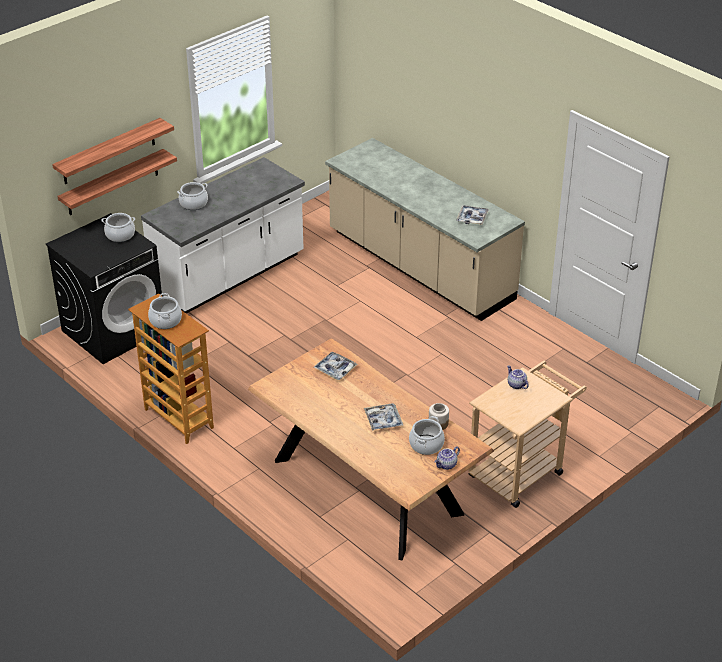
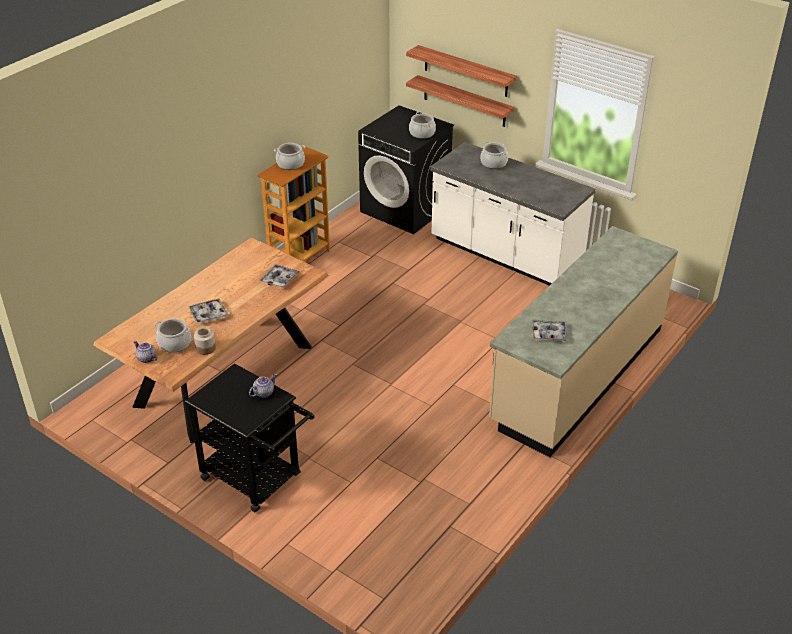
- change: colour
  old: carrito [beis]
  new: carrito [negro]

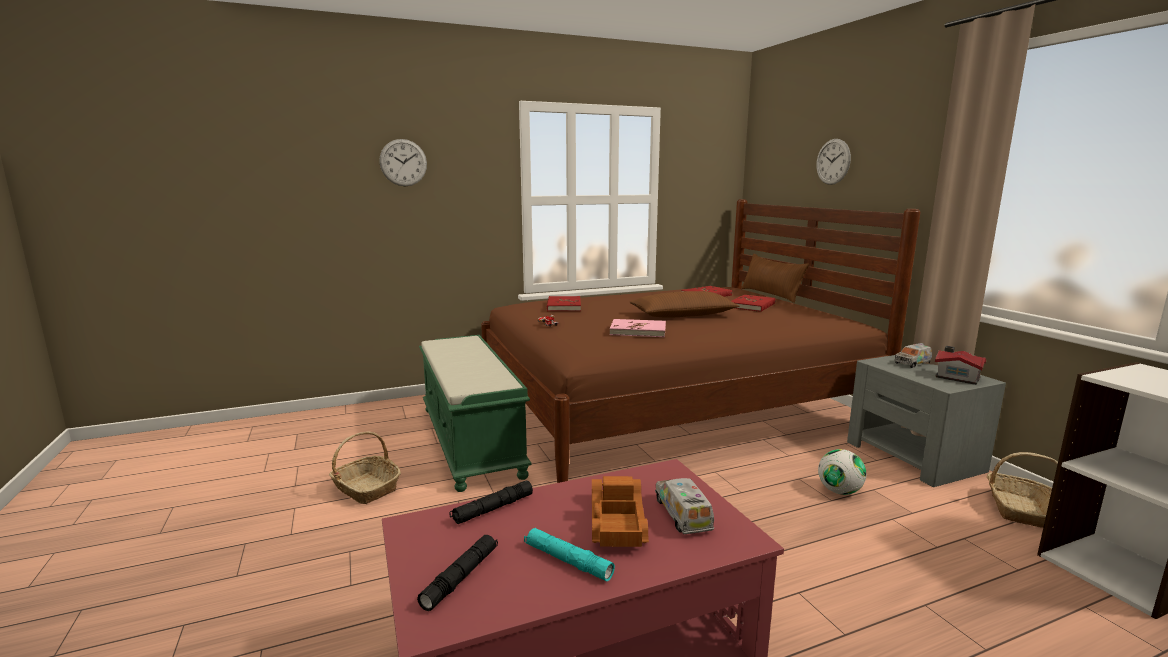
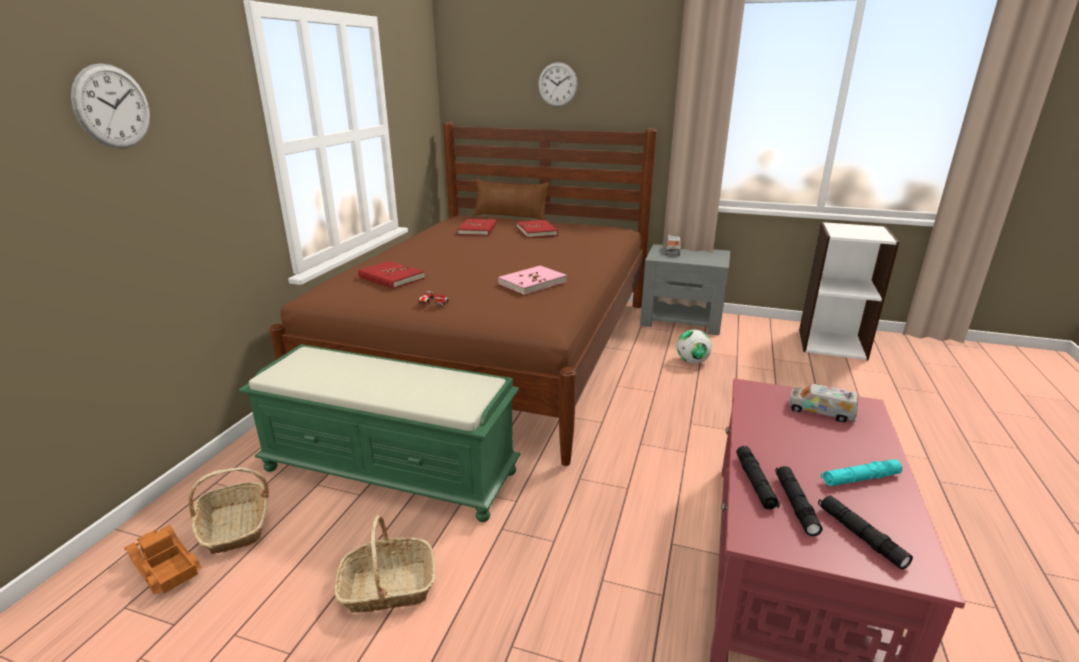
- change: relocated
  old: camión de juguete (no. 1 from left)
- change: missing
  old: cojín [marrón] (no. 1 from left)
- change: missing
  old: casita
- change: relocated
  old: cesta (no. 2 from left in the first image)
  new: cesta (no. 1 from left)
- change: appeared
  new: linterna [negro] (no. 2 from left)

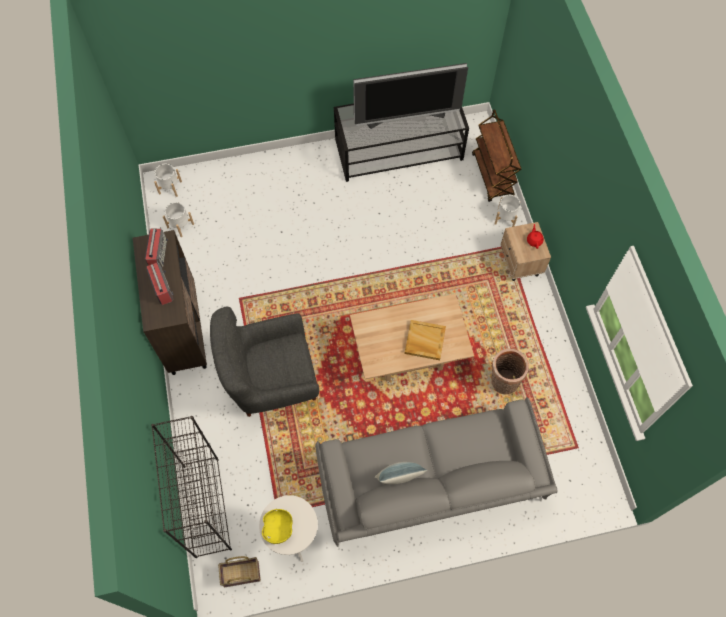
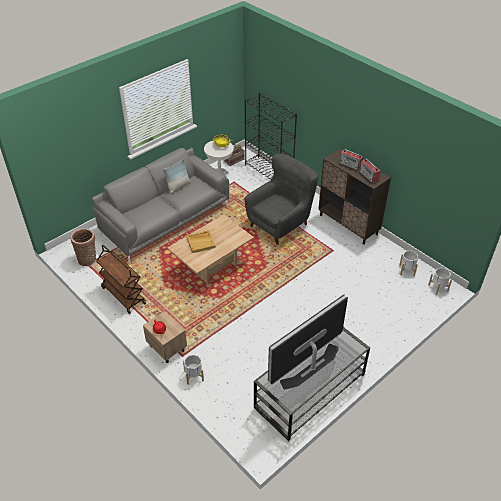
- change: relocated
  old: carrito [marrón]
- change: relocated
  old: cesta (no. 2 from left in the first image)
  new: cesta (no. 1 from left)

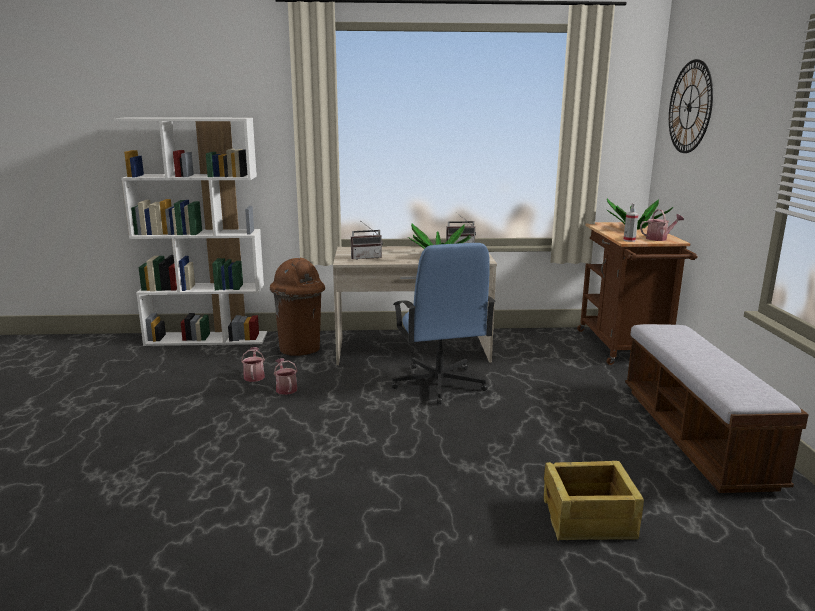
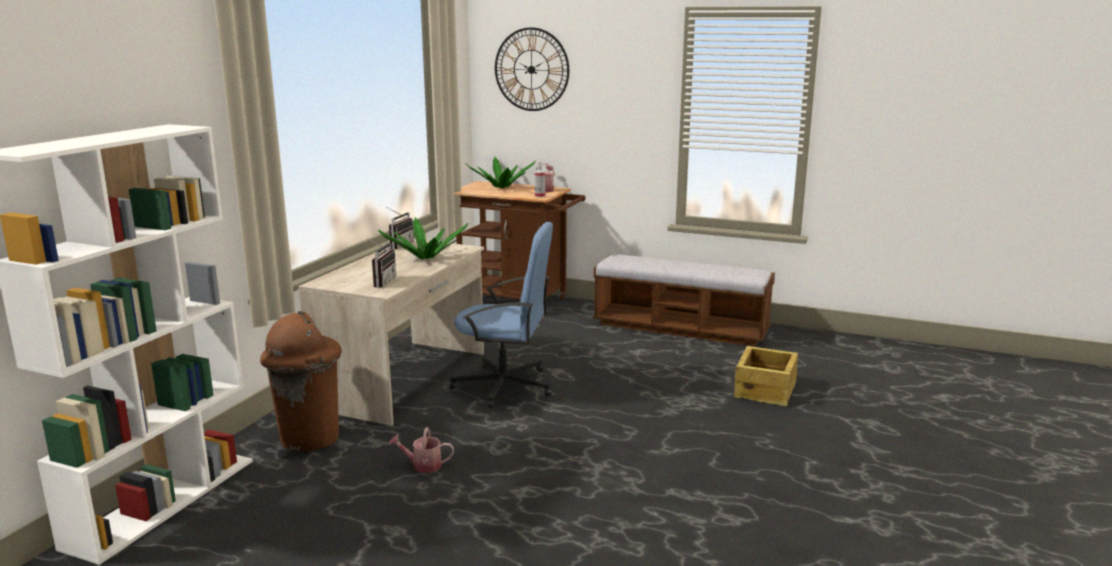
- change: missing
  old: regadera (no. 1 from left)

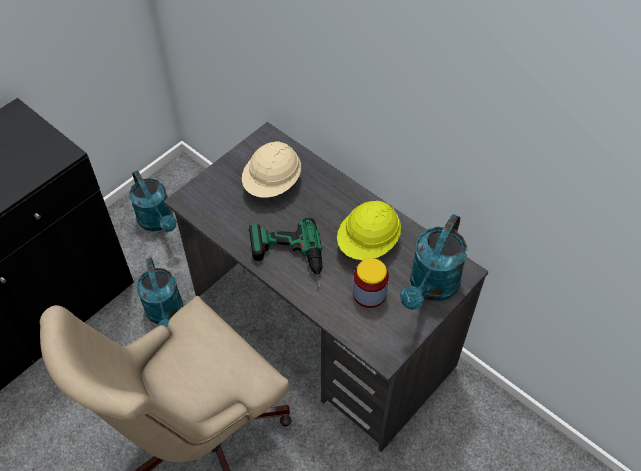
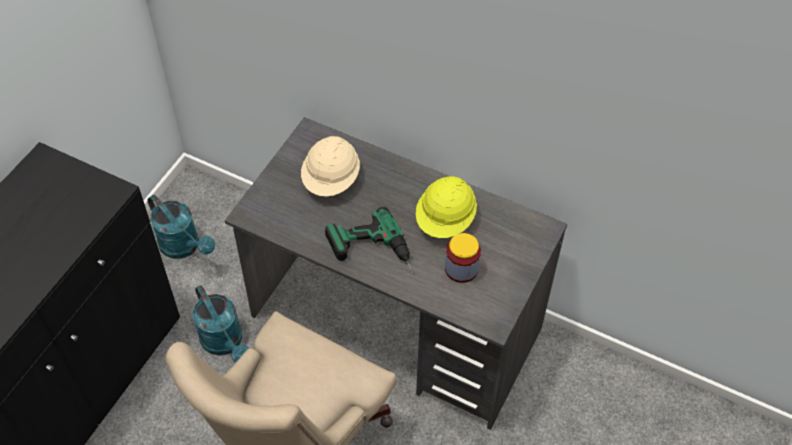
- change: missing
  old: regadera [turquesa] (no. 3 from left)

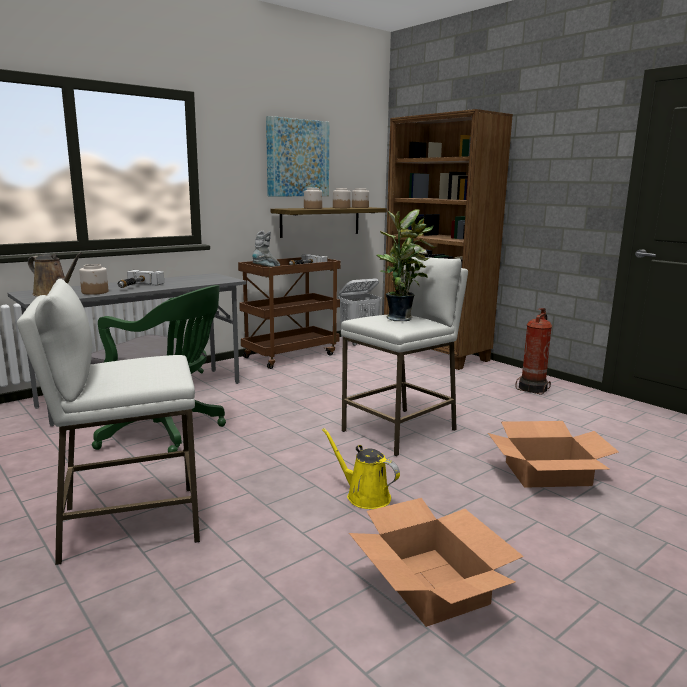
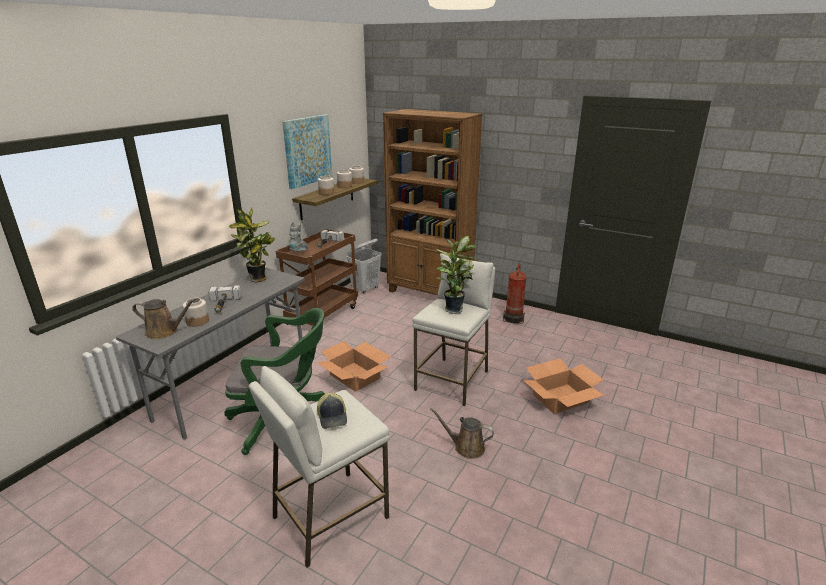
- change: colour
  old: regadera [amarillo]
  new: regadera [marrón] (no. 2 from left)
- change: relocated
  old: caja de cartón (no. 1 from left)
- change: appeared
  new: planta en maceta (no. 1 from left)
- change: appeared
  new: gorra

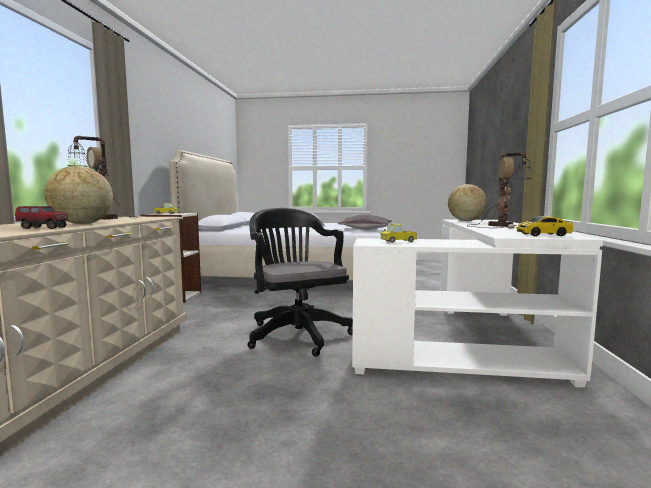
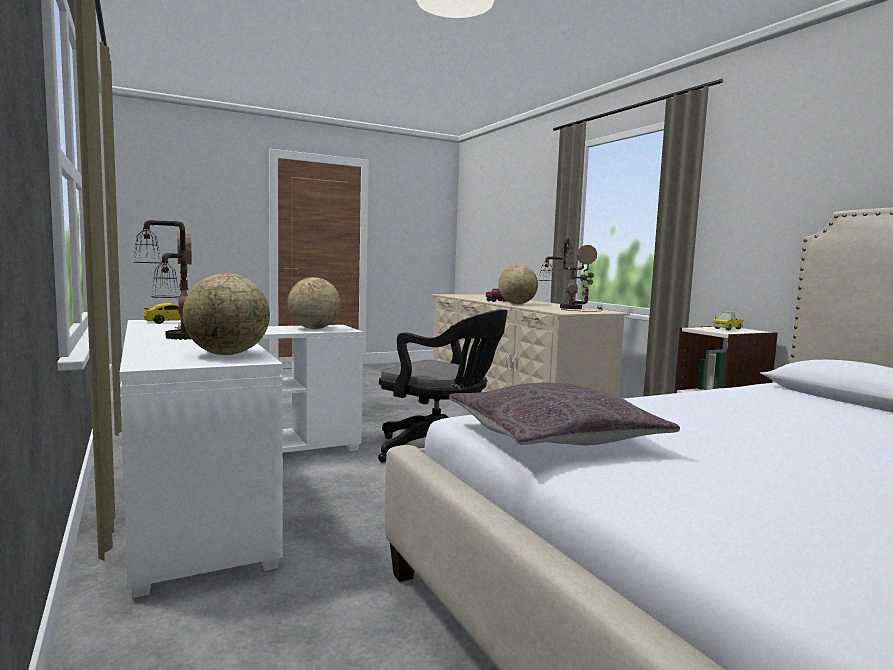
- change: exchanged
  old: camión de juguete (no. 3 from left)
  new: globo terráqueo (no. 2 from left)

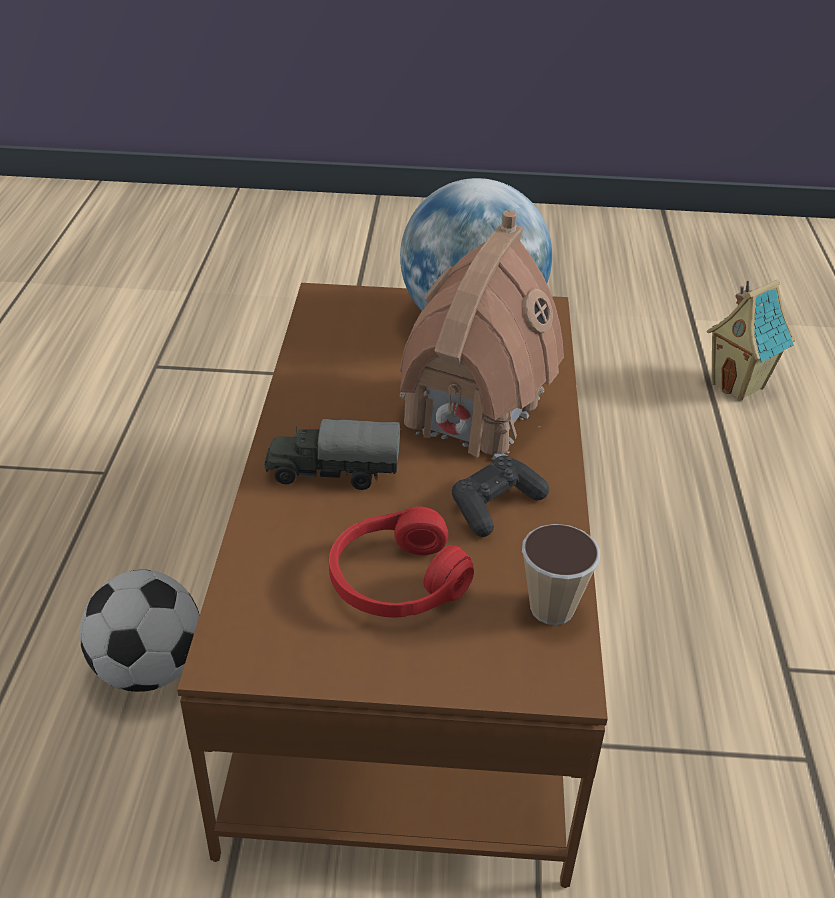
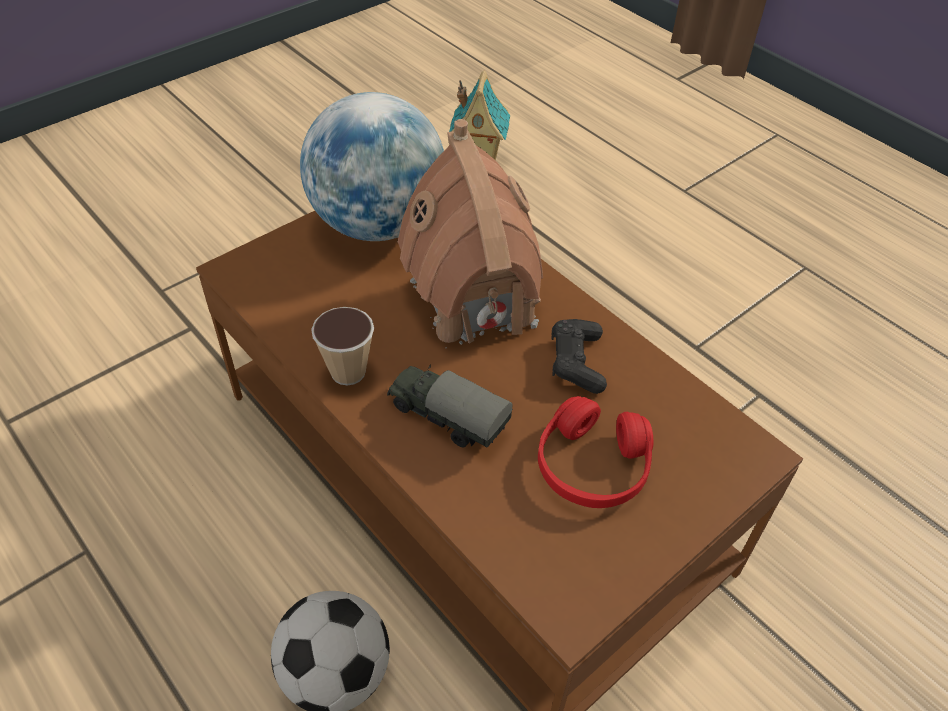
- change: spun
  old: camión de juguete
  degrees: 75
- change: relocated
  old: taza

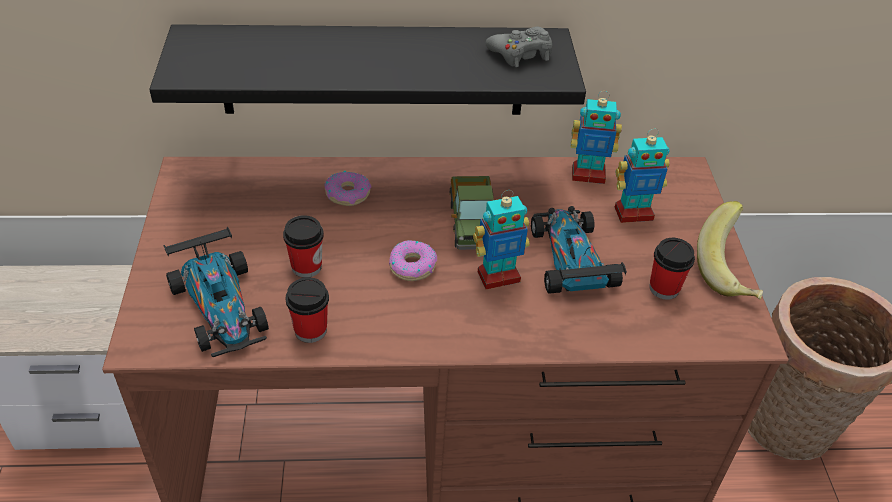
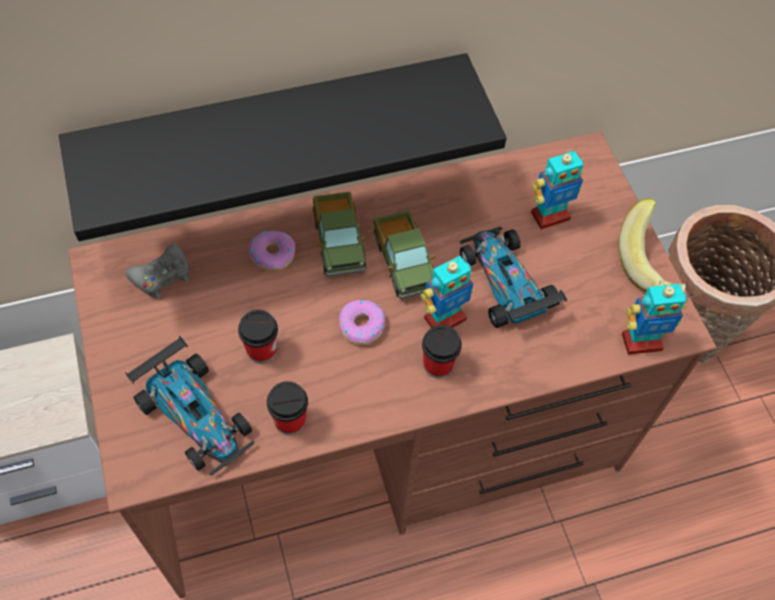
- change: relocated
  old: mando de consola [gris]
- change: relocated
  old: robot de juguete (no. 2 from left in the first image)
  new: robot de juguete (no. 3 from left)
- change: relocated
  old: taza (no. 3 from left)
- change: appeared
  new: camión de juguete (no. 1 from left)

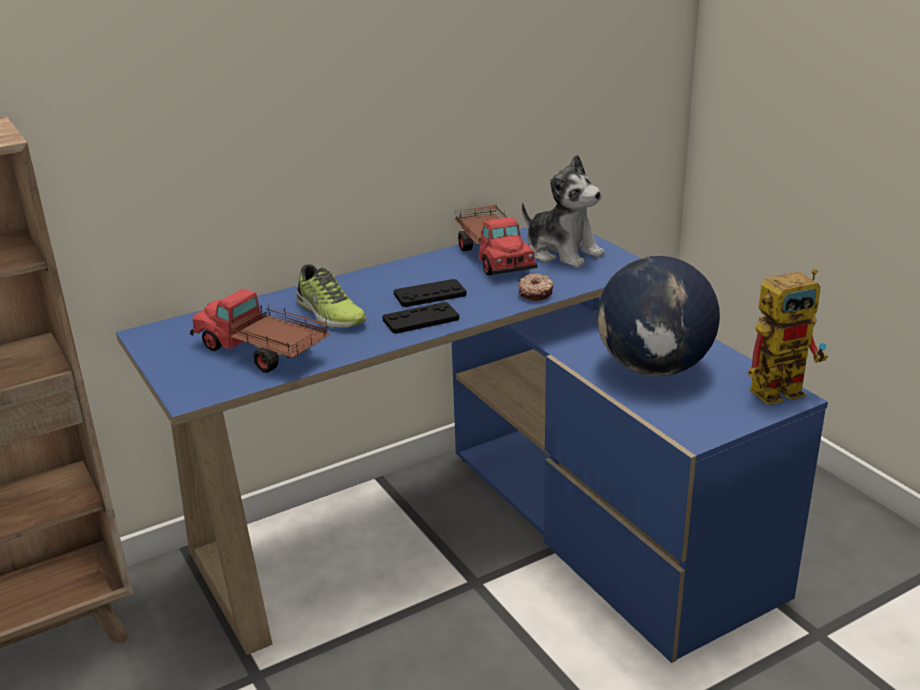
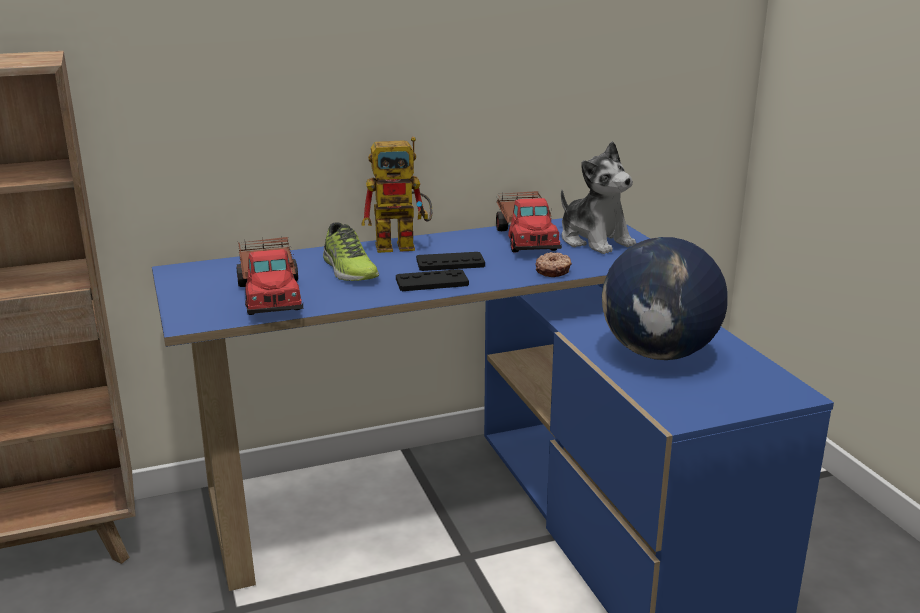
- change: spun
  old: camión de juguete (no. 1 from left)
  degrees: -150
- change: relocated
  old: robot de juguete

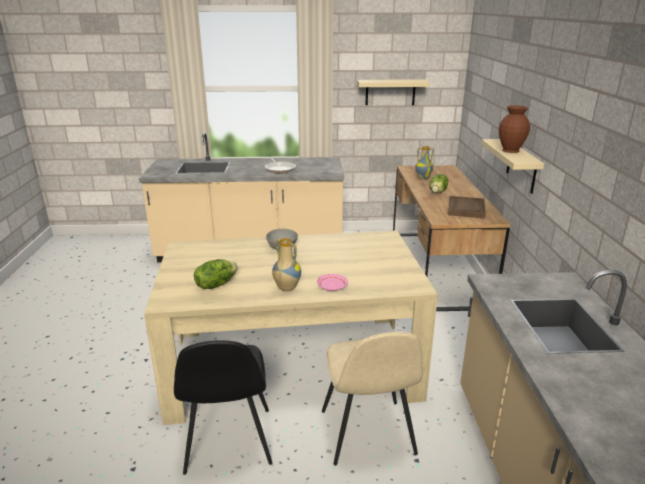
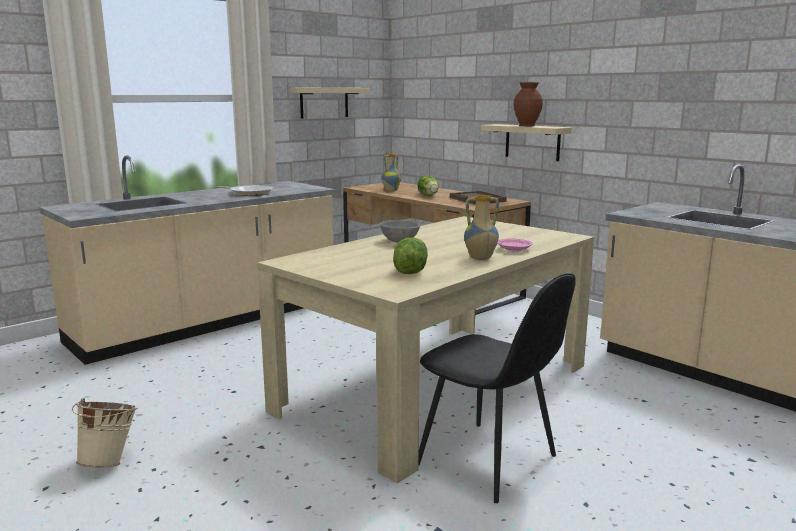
- change: missing
  old: silla [beis]
- change: appeared
  new: cubo [beis]

